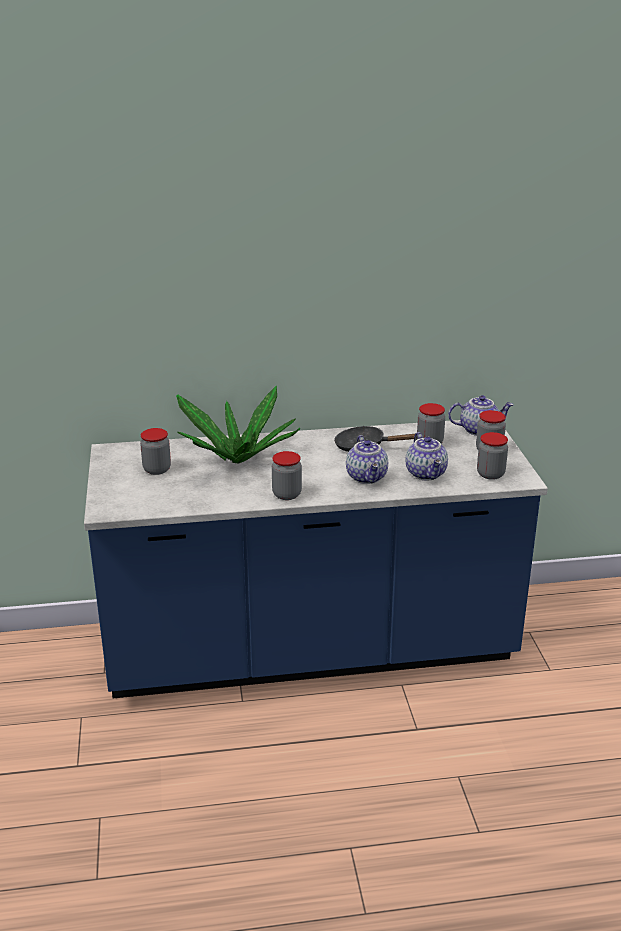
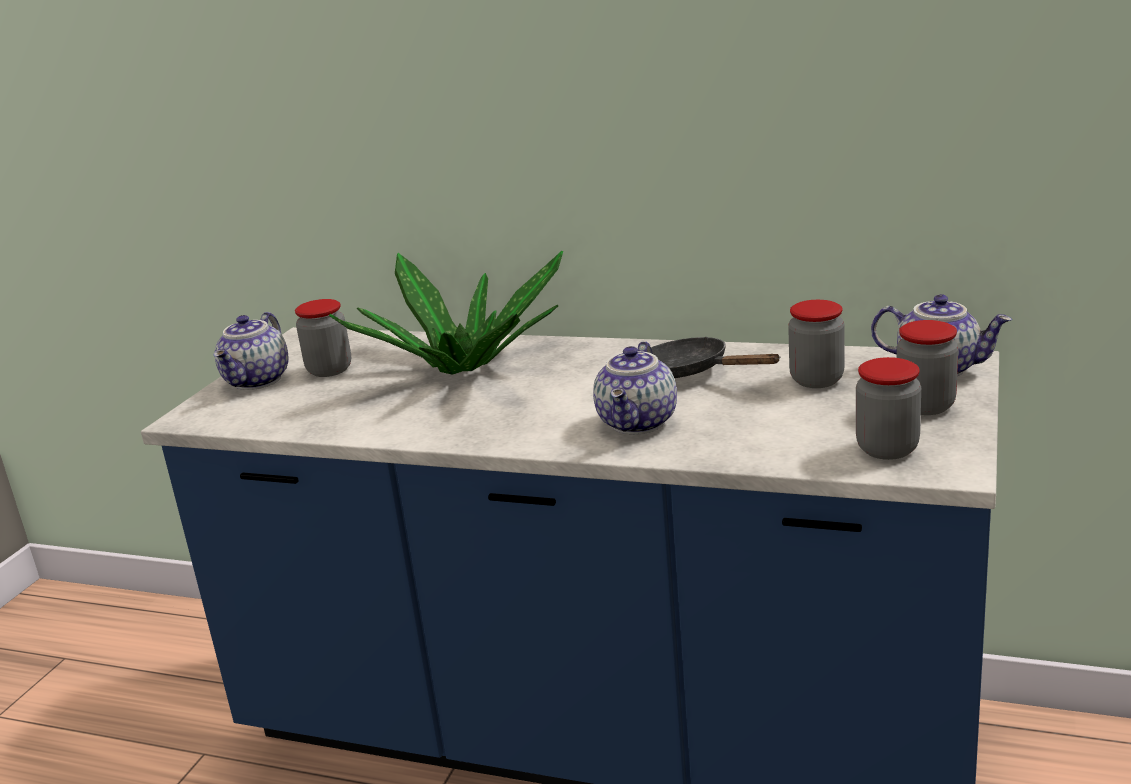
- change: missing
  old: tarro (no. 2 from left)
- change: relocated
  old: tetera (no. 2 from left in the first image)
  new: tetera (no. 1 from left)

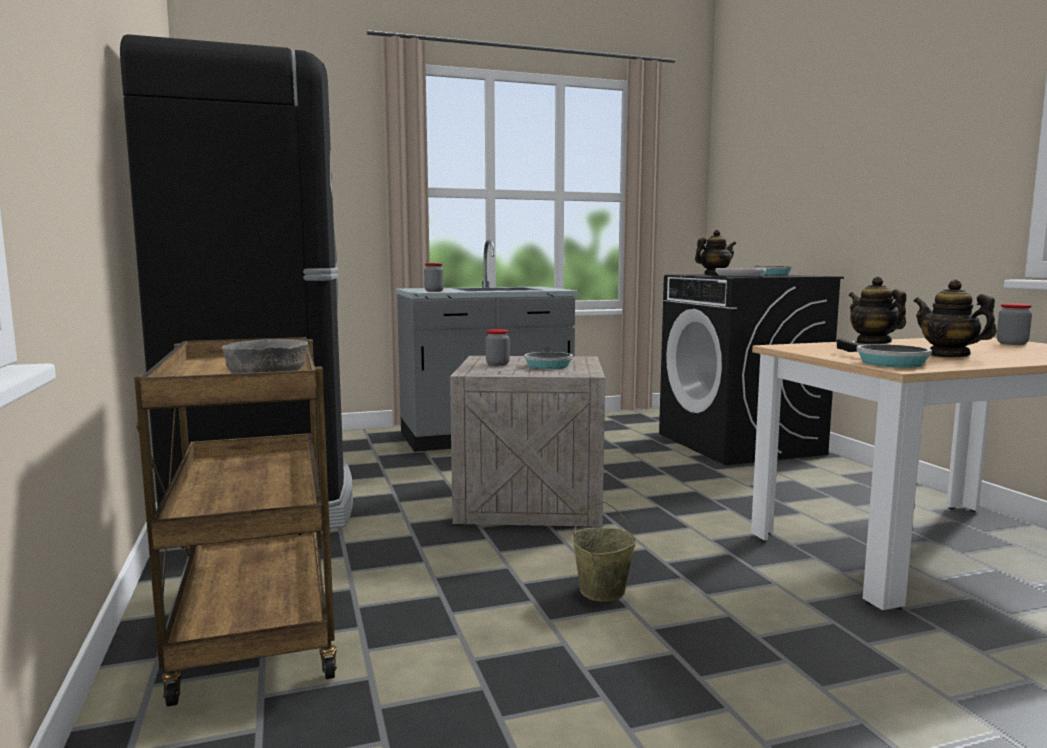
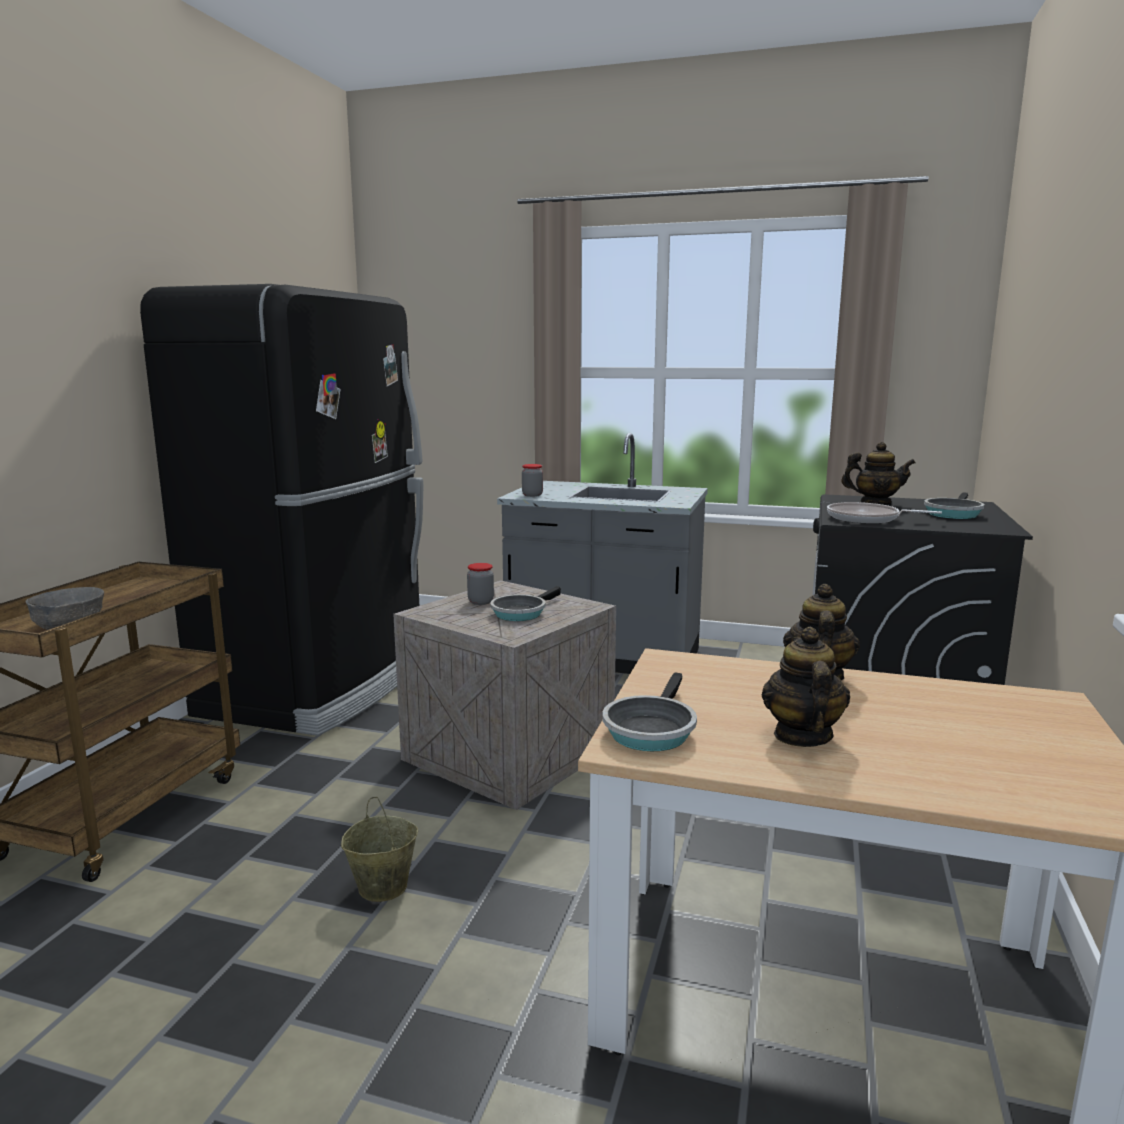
- change: missing
  old: tarro (no. 3 from left)

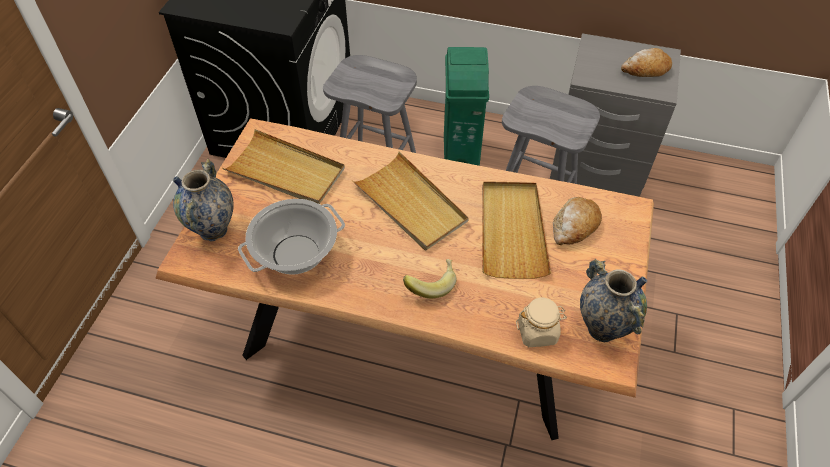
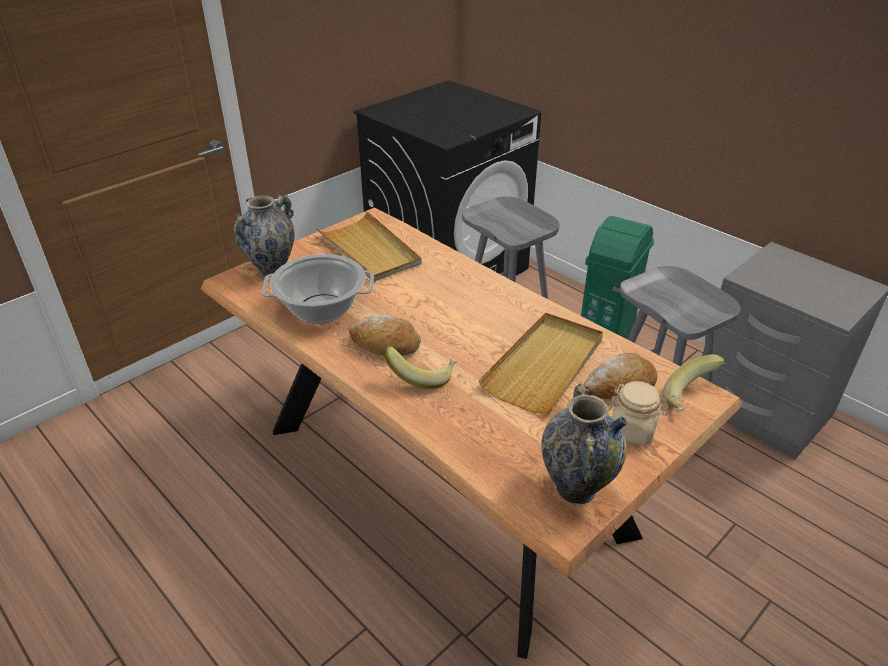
- change: missing
  old: bandeja [beis] (no. 2 from left)
- change: relocated
  old: tarro [beis]
- change: relocated
  old: pan (no. 2 from left in the first image)
  new: pan (no. 1 from left)
- change: appeared
  new: plátano (no. 2 from left)

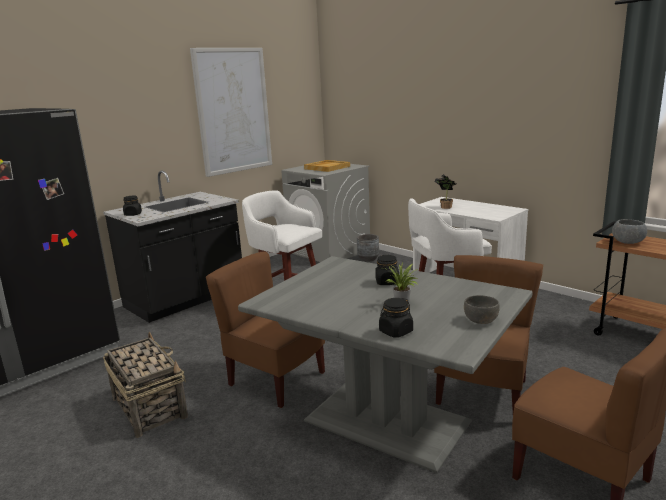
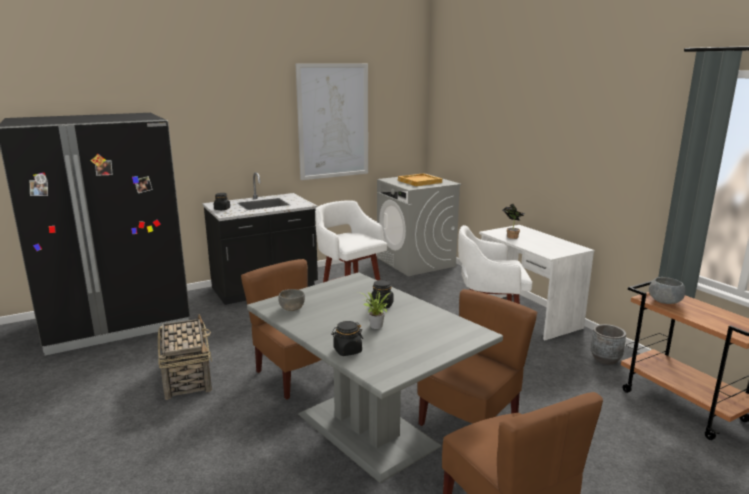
- change: relocated
  old: maceta [gris]
- change: relocated
  old: cuenco [gris] (no. 1 from left)

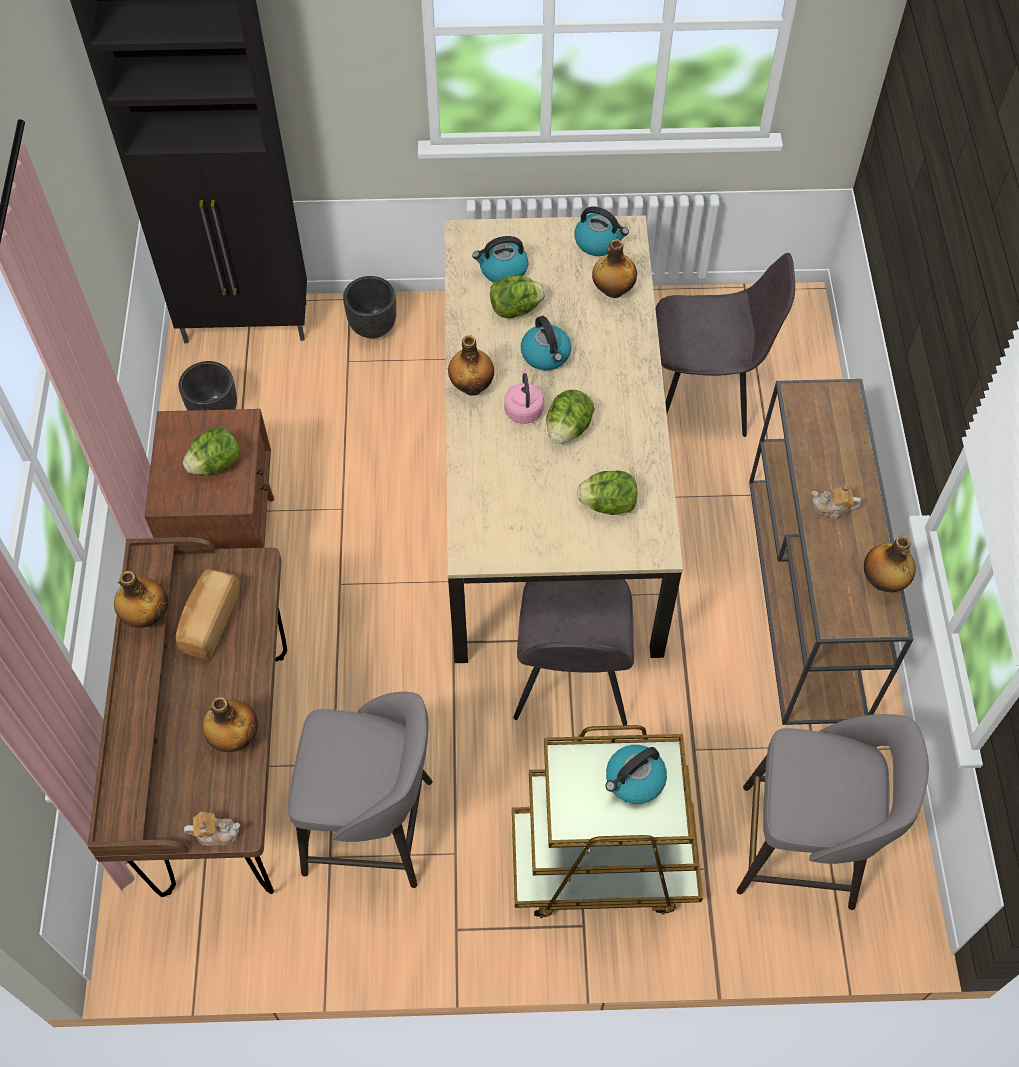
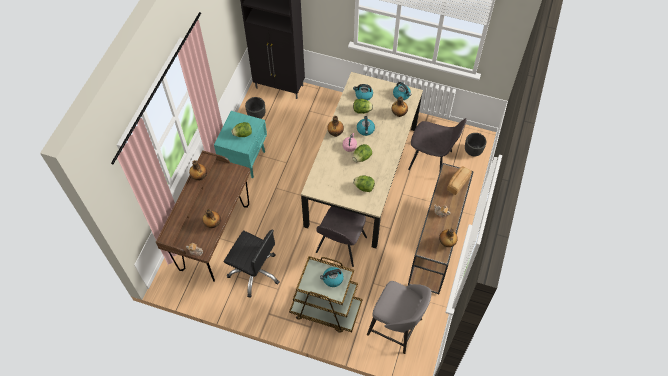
- change: colour
  old: mesita de noche [marrón]
  new: mesita de noche [turquesa]
- change: relocated
  old: pan
- change: exchanged
  old: taburete [gris] (no. 1 from left)
  new: silla de oficina [negro]
- change: relocated
  old: maceta [negro] (no. 2 from left)

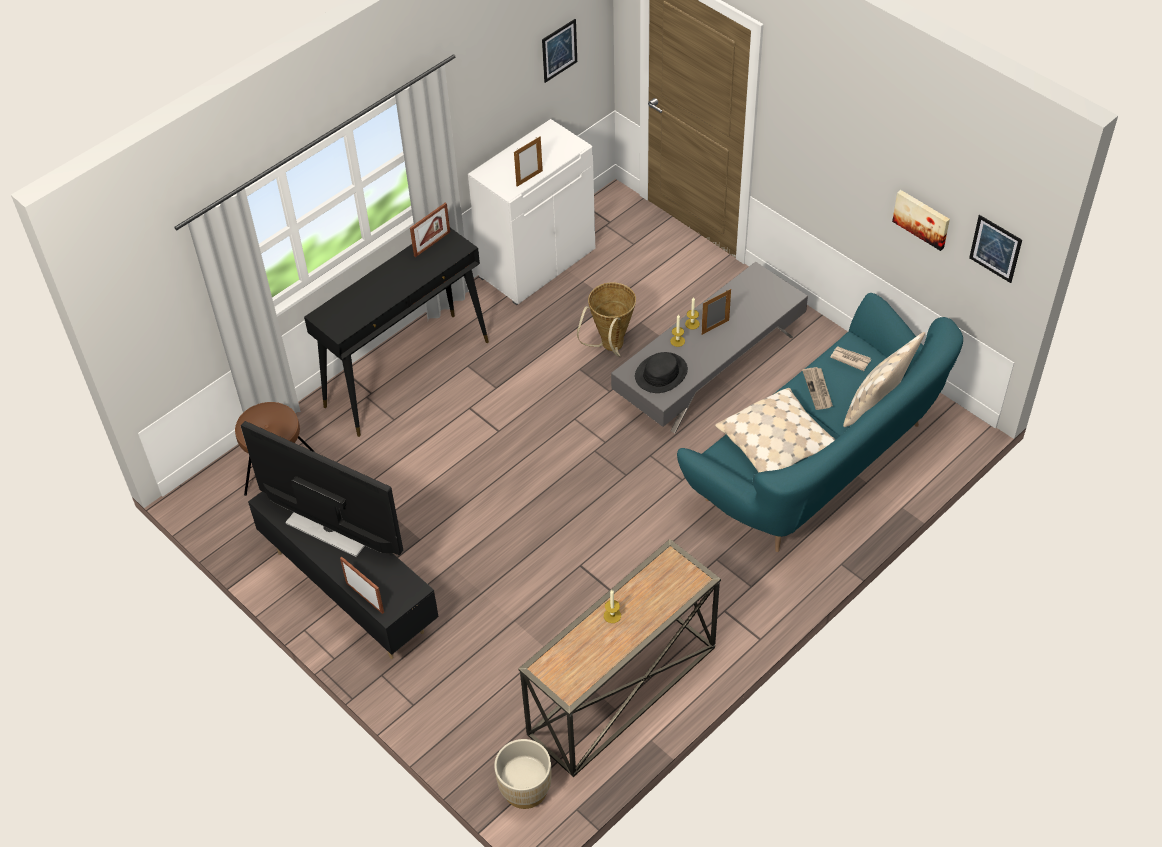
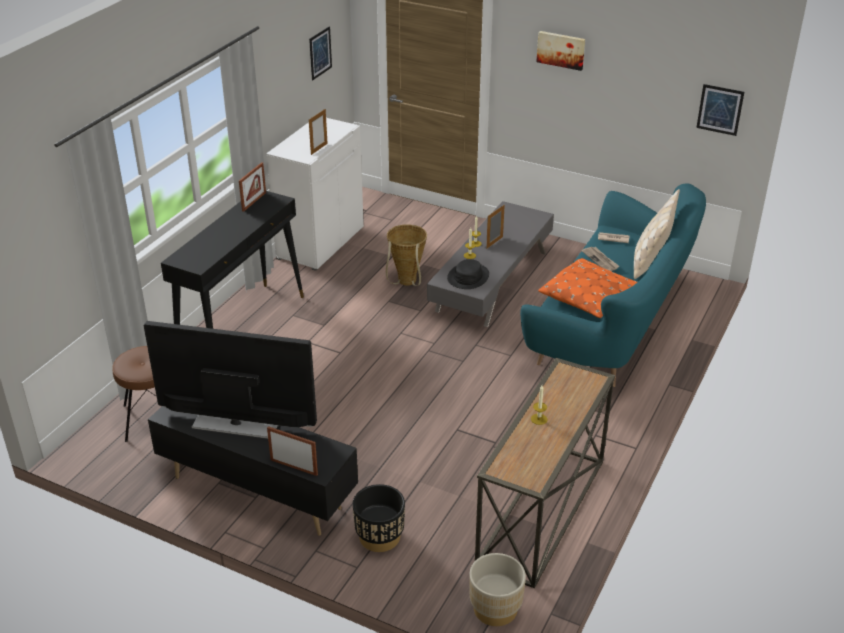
- change: colour
  old: cojín [beis] (no. 1 from left)
  new: cojín [naranja]
- change: relocated
  old: cuadro (no. 2 from left)
- change: appeared
  new: maceta [negro]

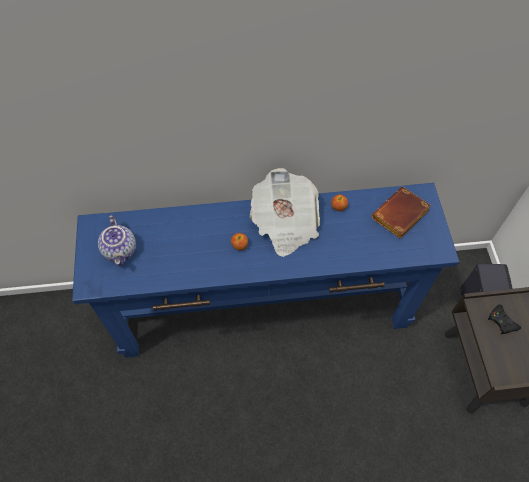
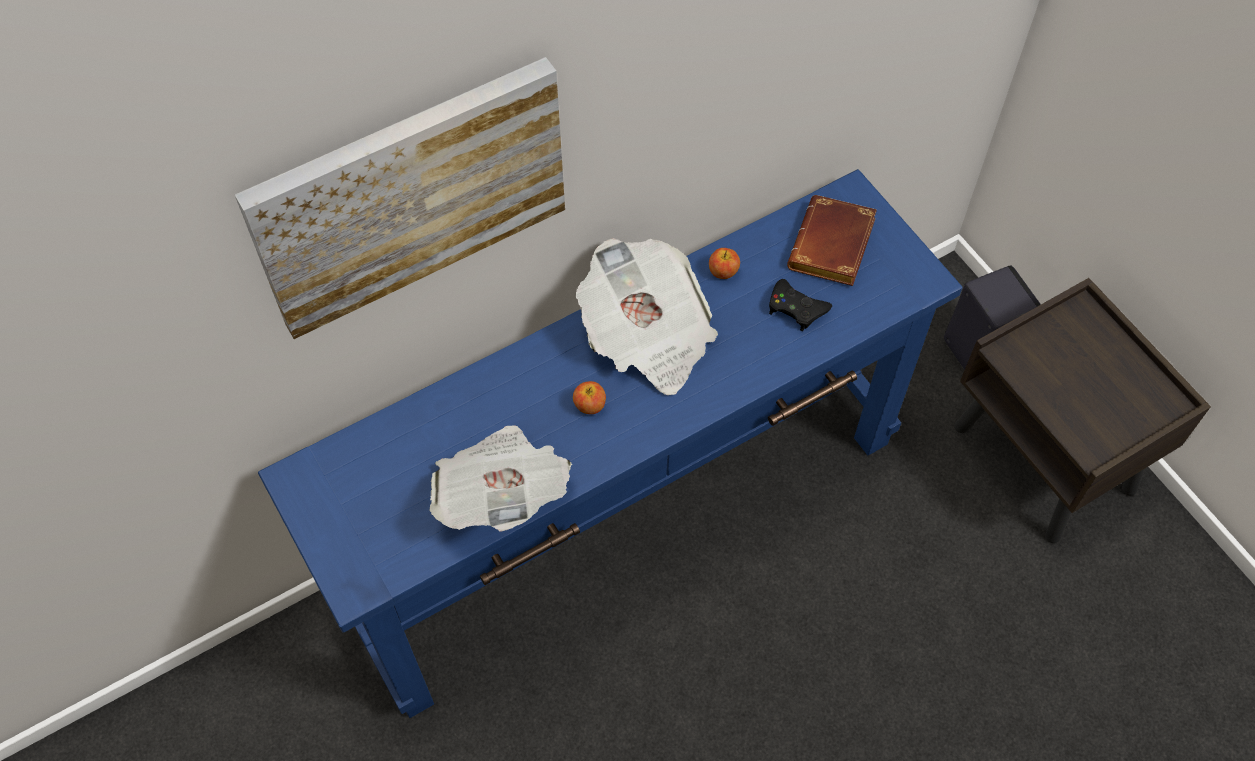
- change: missing
  old: tetera
- change: relocated
  old: mando de consola [negro]
- change: appeared
  new: cuadro
- change: appeared
  new: periódico (no. 1 from left)

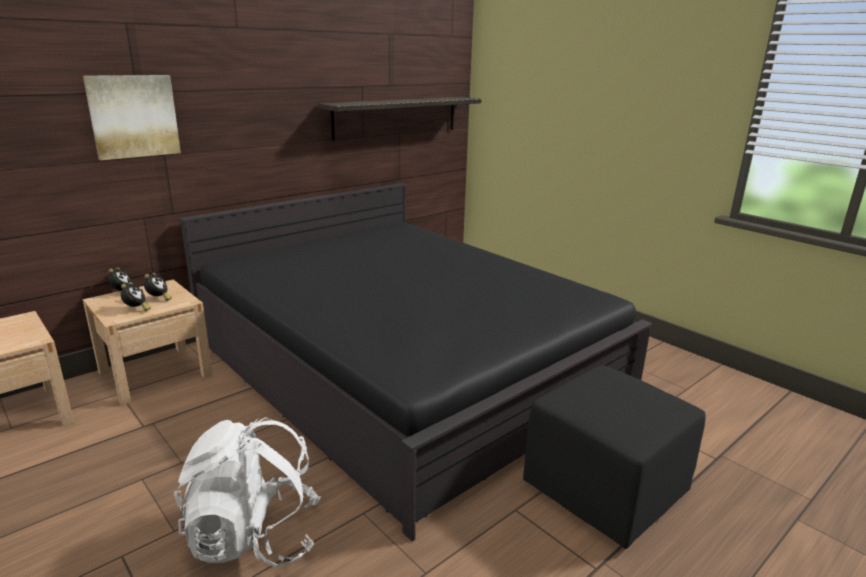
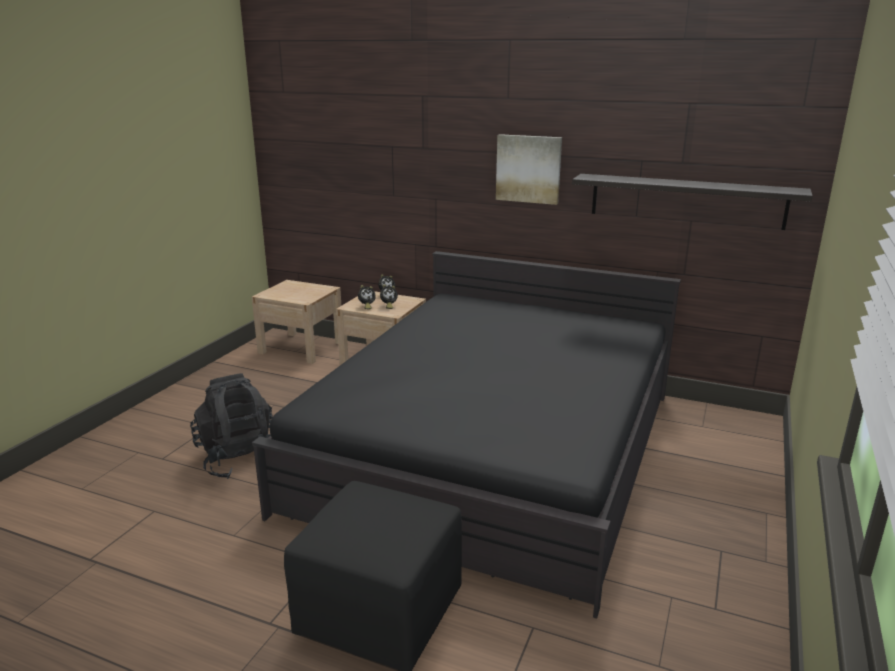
- change: relocated
  old: cuadro
- change: colour
  old: mochila [blanco]
  new: mochila [negro]

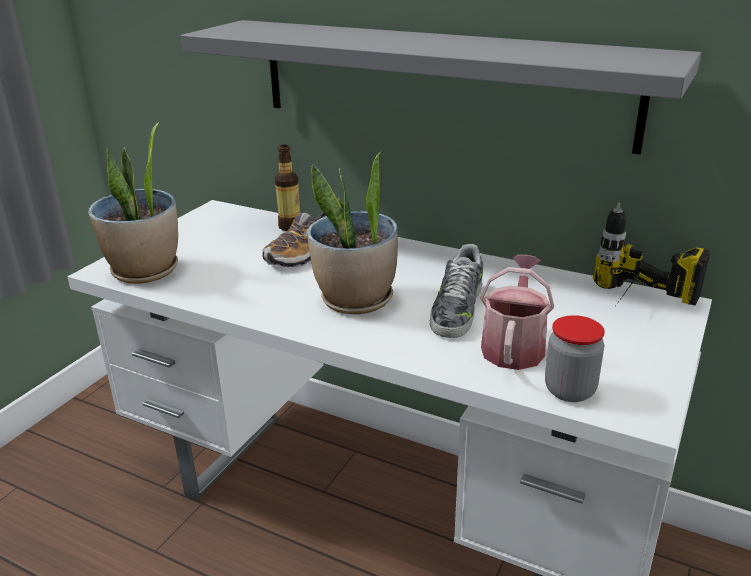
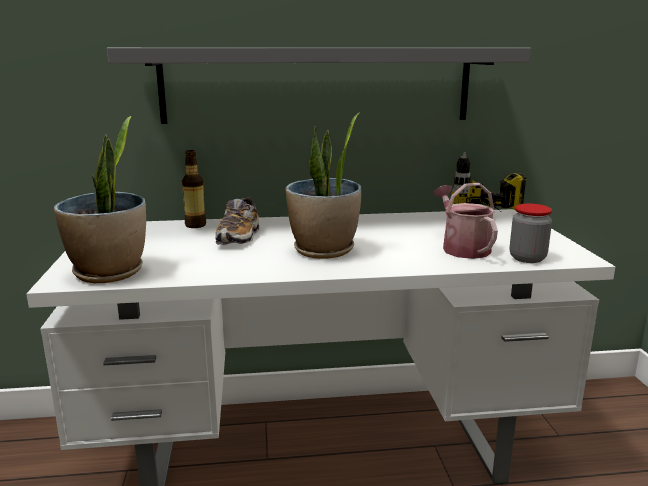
- change: missing
  old: zapato (no. 2 from left)

